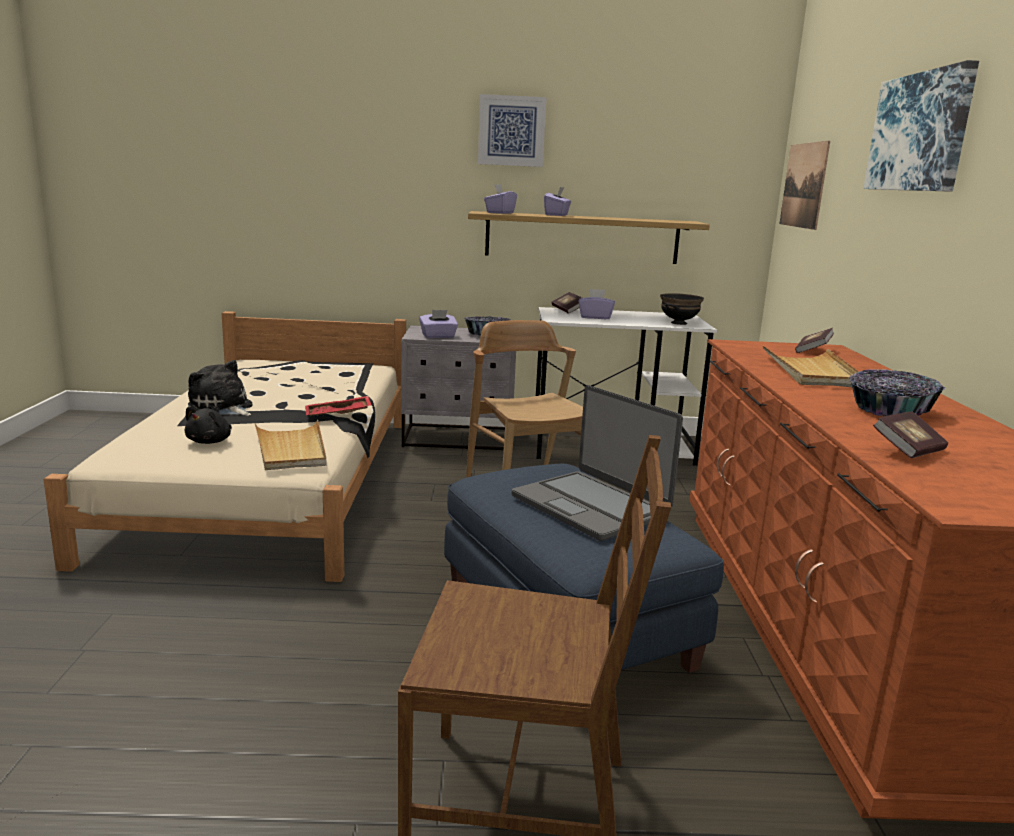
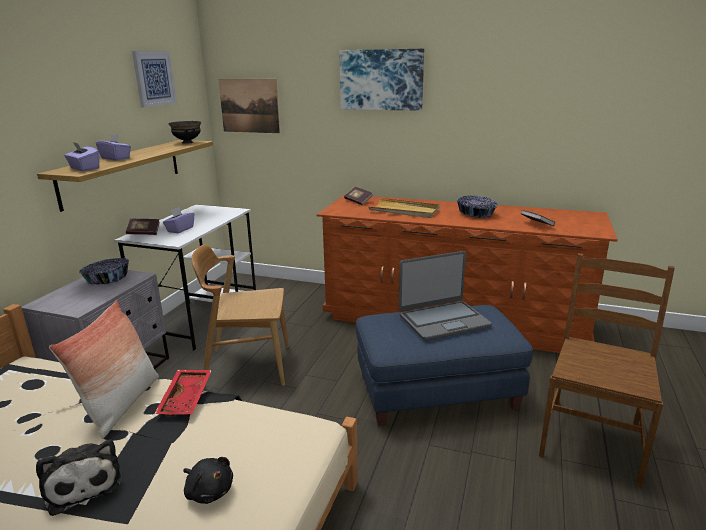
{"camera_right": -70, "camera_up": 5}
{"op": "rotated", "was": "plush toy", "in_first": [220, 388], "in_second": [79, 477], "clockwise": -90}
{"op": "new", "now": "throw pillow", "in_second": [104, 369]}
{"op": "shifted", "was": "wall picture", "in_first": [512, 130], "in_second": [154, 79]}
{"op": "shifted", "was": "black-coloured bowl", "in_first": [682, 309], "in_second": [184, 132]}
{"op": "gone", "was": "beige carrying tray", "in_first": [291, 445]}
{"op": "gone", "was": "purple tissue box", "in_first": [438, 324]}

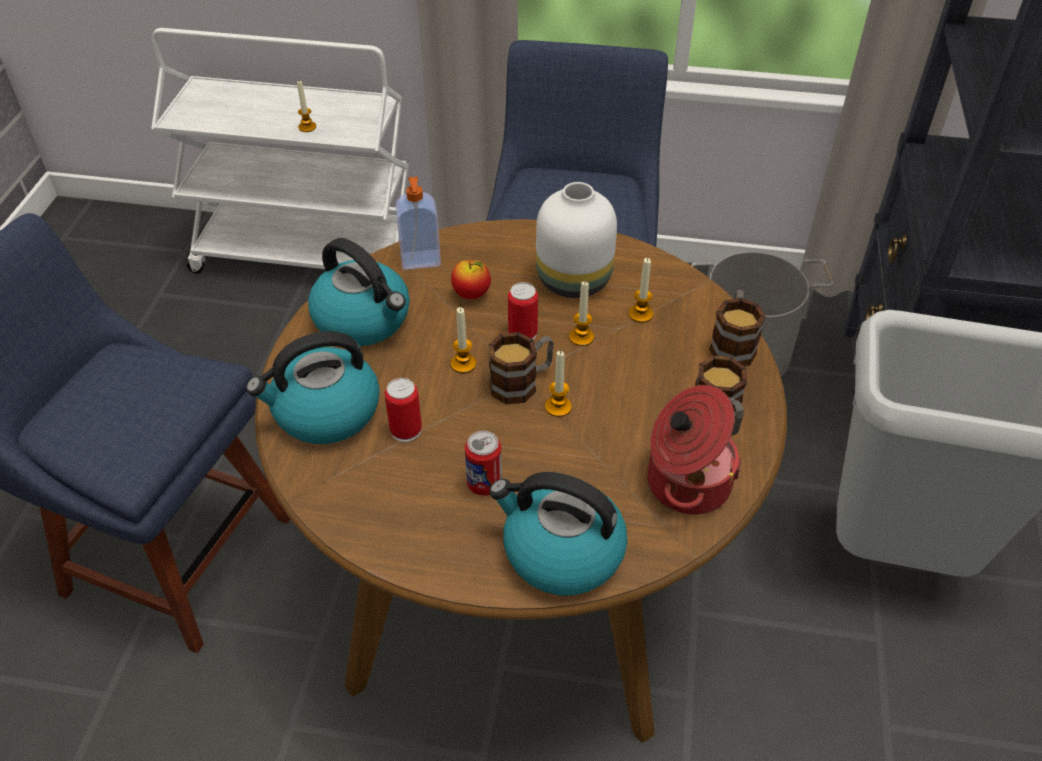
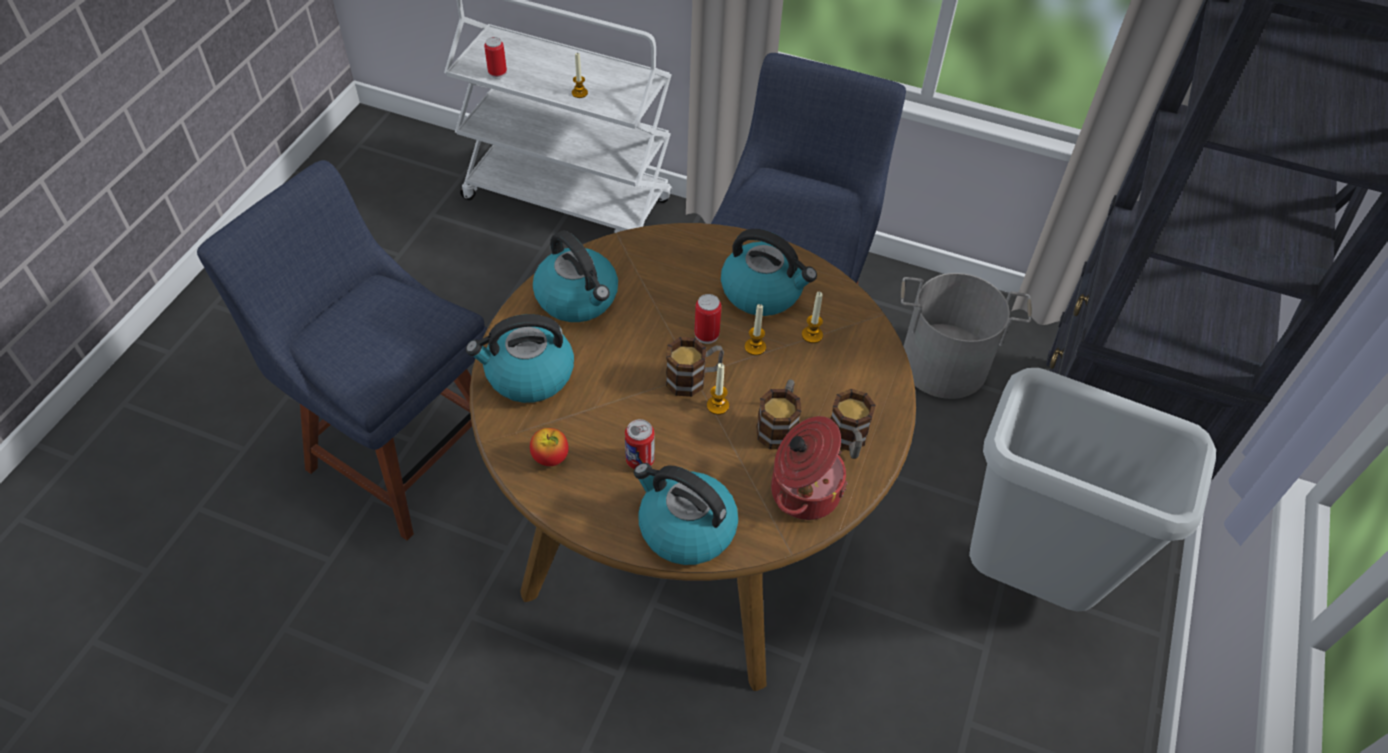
{"camera_right": 10, "camera_up": 5}
{"op": "shifted", "was": "can", "in_first": [403, 410], "in_second": [495, 57]}
{"op": "shifted", "was": "apple", "in_first": [471, 279], "in_second": [549, 447]}
{"op": "swapped", "was": "white-coloured vase", "now": "kettle", "in_first": [576, 240], "in_second": [769, 272]}
{"op": "shifted", "was": "coffee mug", "in_first": [737, 328], "in_second": [778, 414]}
{"op": "gone", "was": "soap bottle", "in_first": [418, 223]}
{"op": "gone", "was": "wax light", "in_first": [463, 340]}

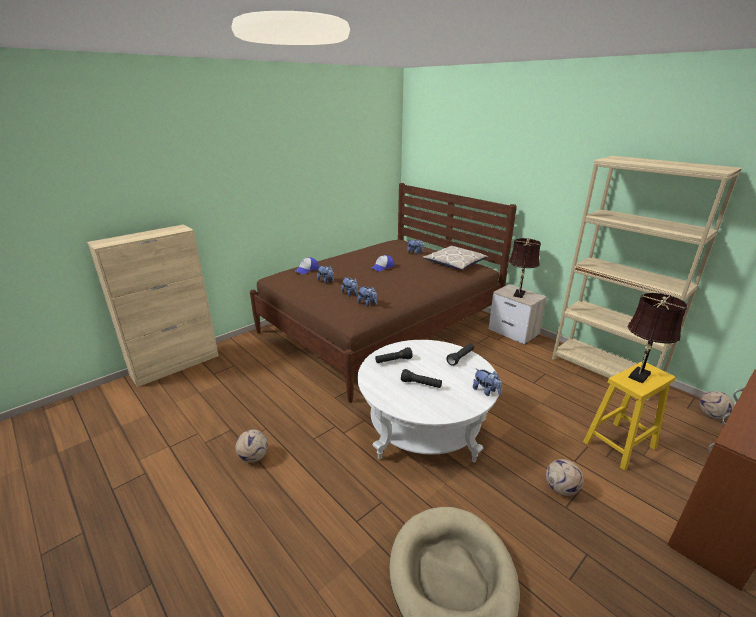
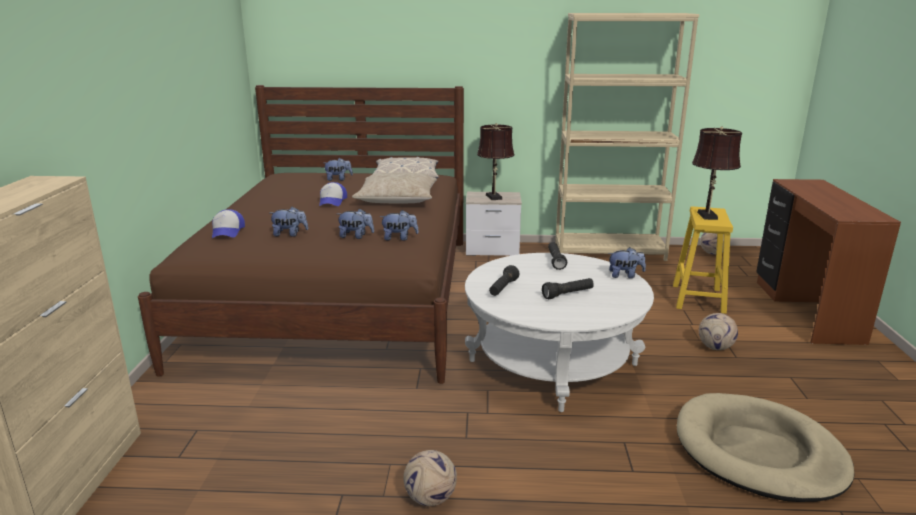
{"camera_right": -45, "camera_up": -5}
{"op": "new", "now": "beige throw pillow", "in_second": [394, 188]}

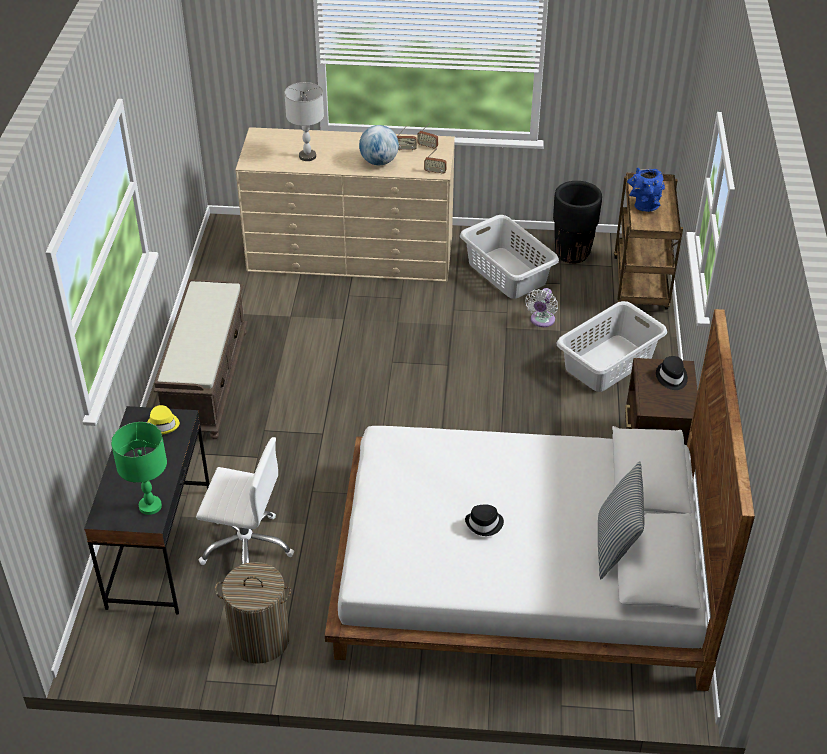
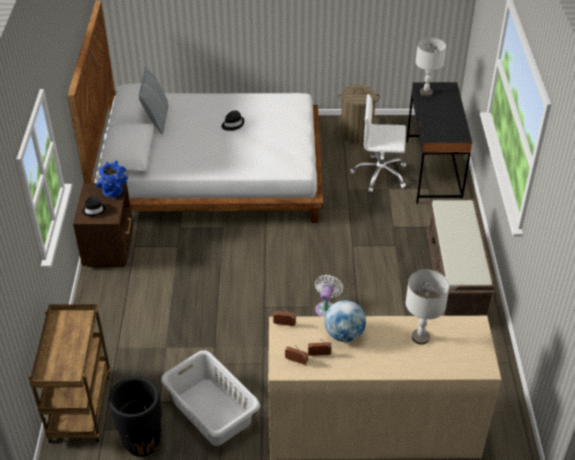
{"camera_right": 175, "camera_up": 0}
{"op": "shifted", "was": "blue vase", "in_first": [646, 190], "in_second": [112, 179]}
{"op": "shifted", "was": "white-coloured cooling fan", "in_first": [541, 307], "in_second": [329, 295]}
{"op": "repainted", "was": "greenish lamp for a table", "now": "greyish lamp for a table", "in_first": [139, 468], "in_second": [431, 67]}
{"op": "gone", "was": "yellow hat", "in_first": [163, 419]}
{"op": "gone", "was": "greyish hamper", "in_first": [611, 346]}

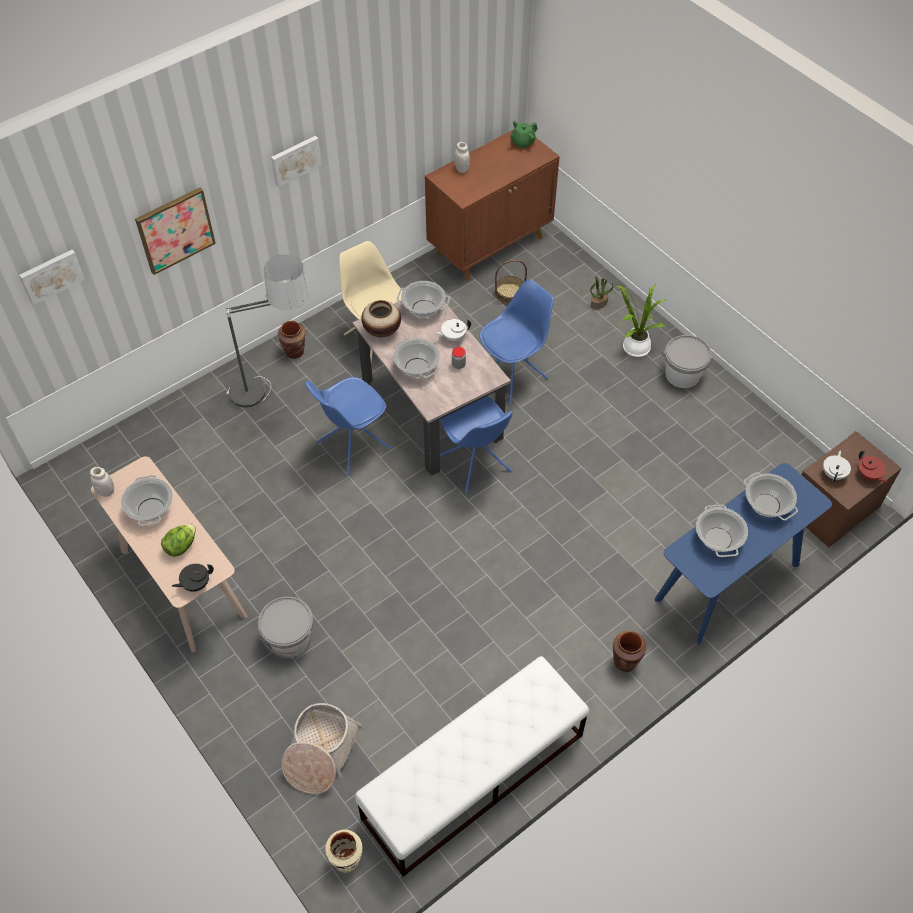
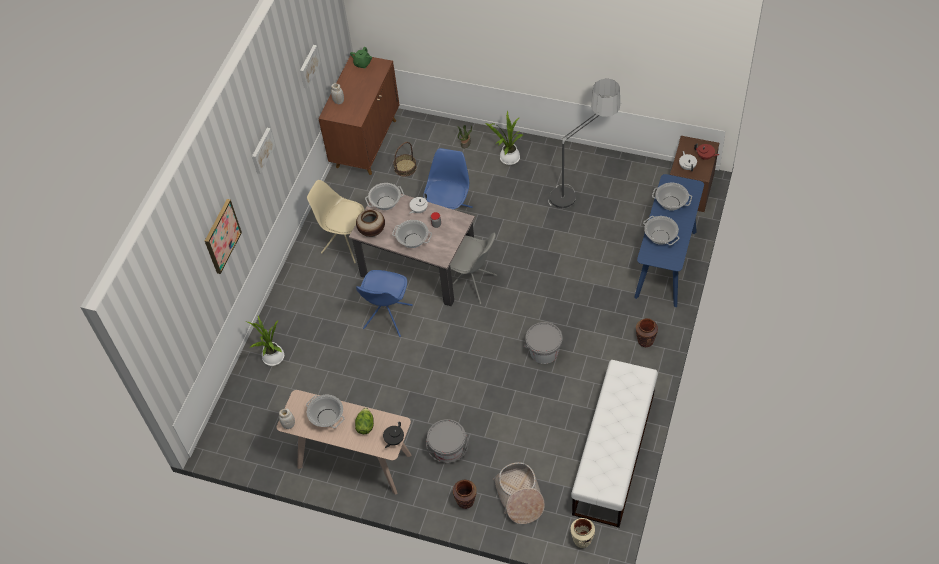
{"camera_right": -30, "camera_up": 0}
{"op": "new", "now": "plant in a pot", "in_second": [266, 341]}
{"op": "shifted", "was": "wall picture", "in_first": [52, 277], "in_second": [310, 66]}
{"op": "repainted", "was": "blue chair", "now": "greyish chair", "in_first": [476, 445], "in_second": [473, 269]}
{"op": "shifted", "was": "brown vase", "in_first": [291, 340], "in_second": [465, 494]}
{"op": "shifted", "was": "greyish bucket", "in_first": [686, 361], "in_second": [543, 343]}
{"op": "shifted", "was": "standard lamp", "in_first": [266, 331], "in_second": [584, 143]}

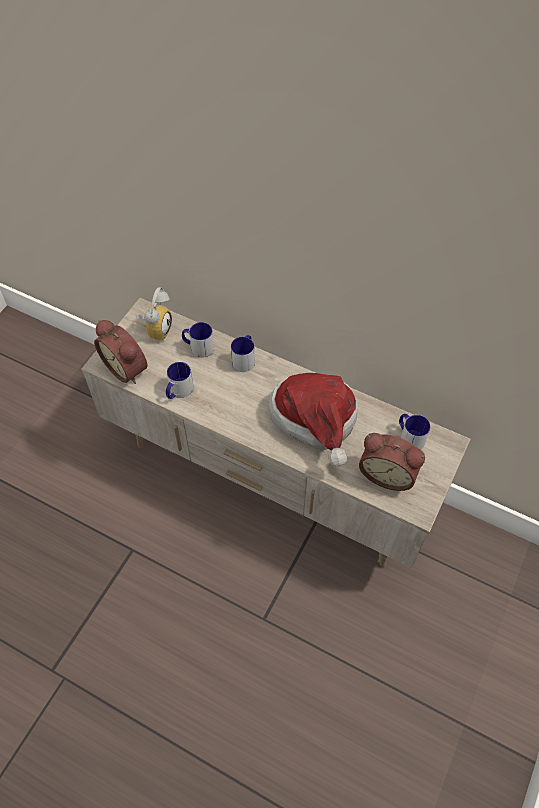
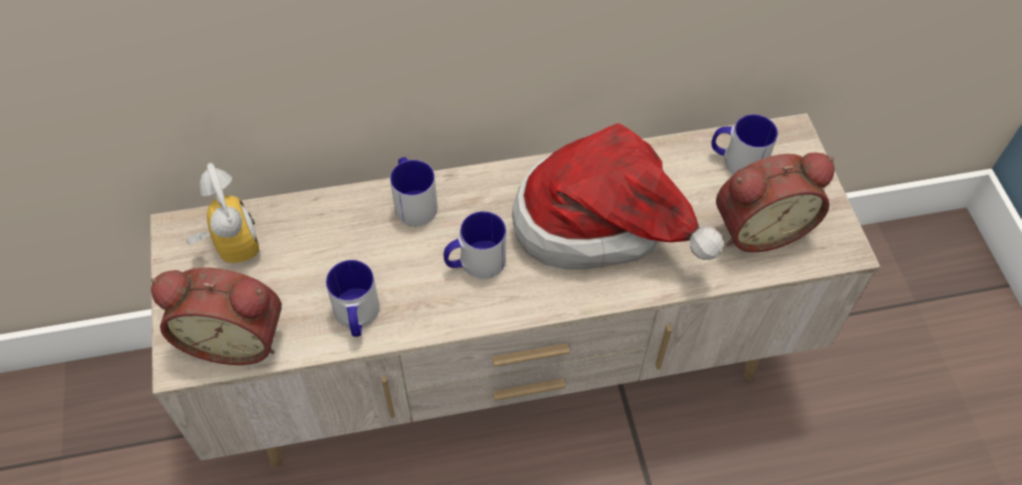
{"camera_right": -40, "camera_up": 0}
{"op": "shifted", "was": "coffee mug", "in_first": [198, 339], "in_second": [475, 245]}

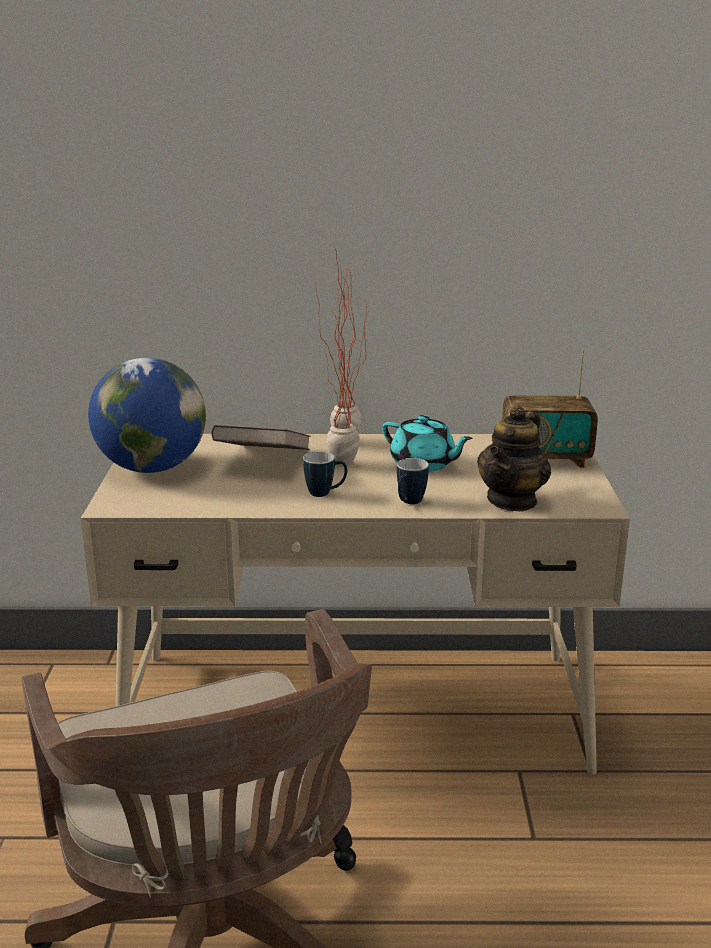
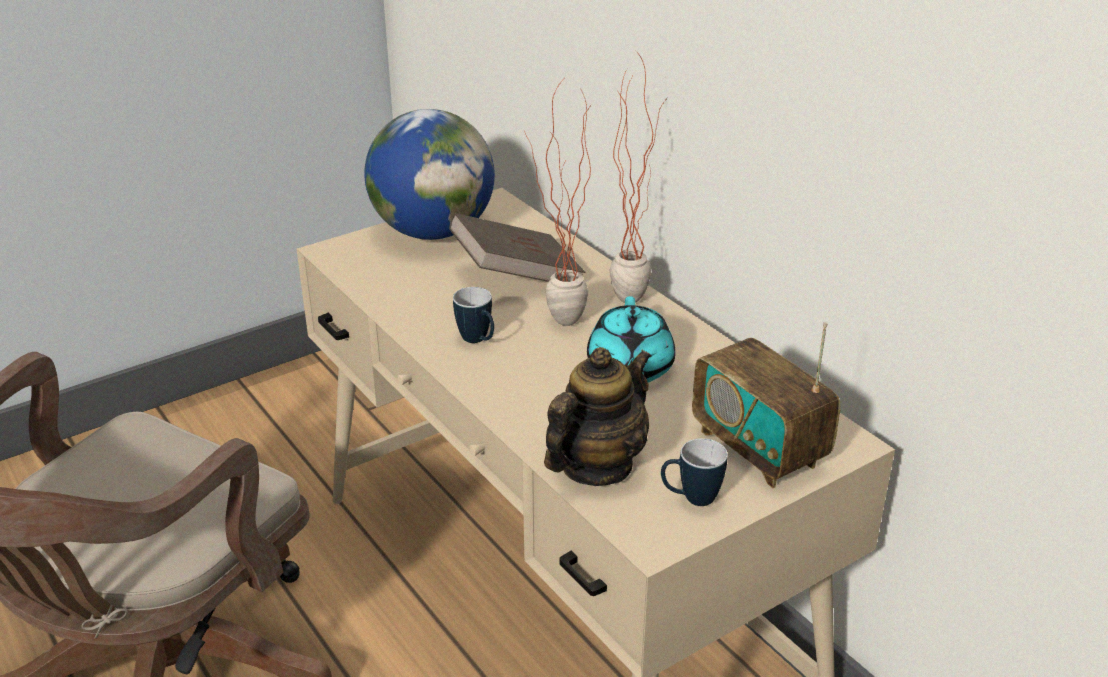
{"camera_right": 55, "camera_up": 10}
{"op": "rotated", "was": "pot for tea", "in_first": [514, 458], "in_second": [598, 416], "clockwise": 135}
{"op": "shifted", "was": "coffee mug", "in_first": [413, 481], "in_second": [694, 472]}

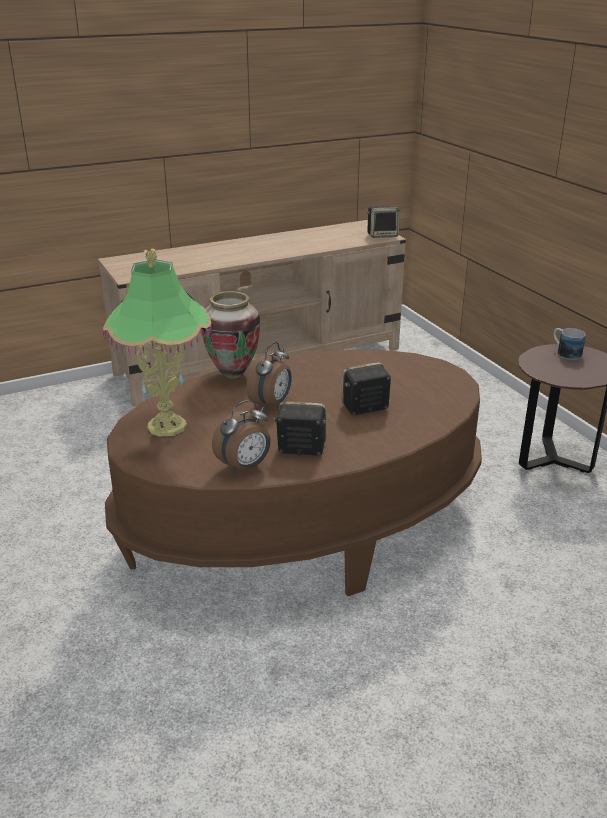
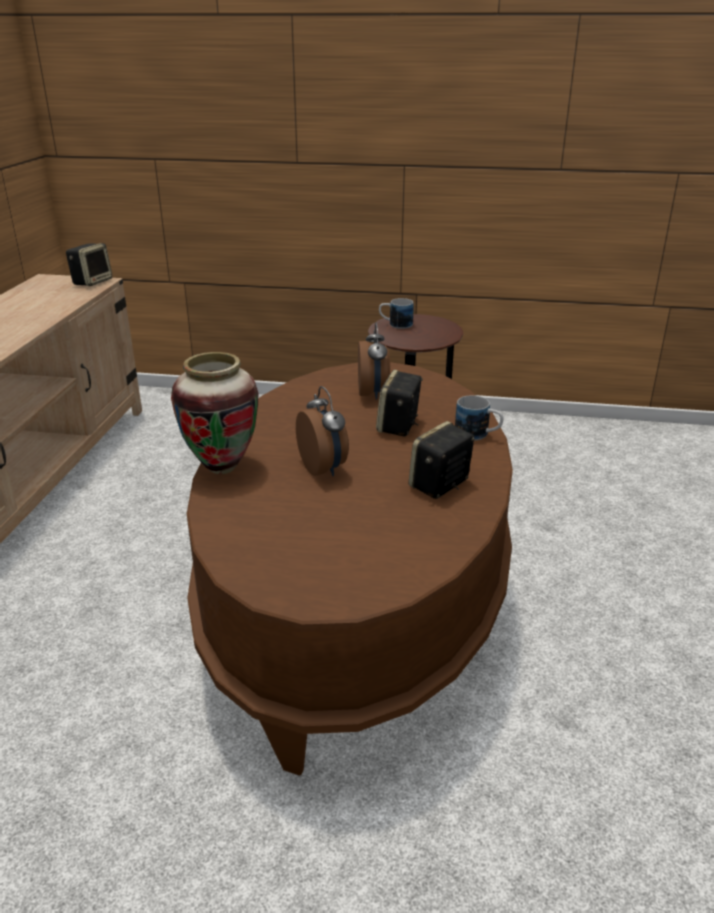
{"camera_right": -55, "camera_up": 0}
{"op": "shifted", "was": "alarm clock", "in_first": [241, 436], "in_second": [374, 361]}
{"op": "new", "now": "coffee mug", "in_second": [479, 418]}
{"op": "gone", "was": "lamp for a table", "in_first": [157, 342]}

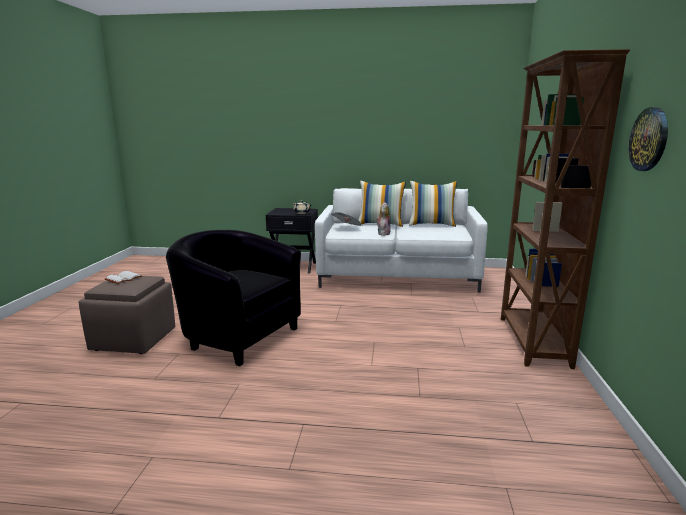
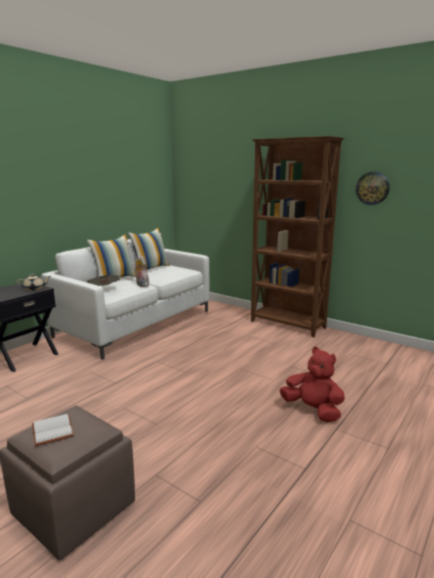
{"camera_right": -60, "camera_up": 0}
{"op": "new", "now": "reddish plush toy", "in_second": [312, 384]}
{"op": "gone", "was": "black-coloured armchair", "in_first": [233, 298]}

